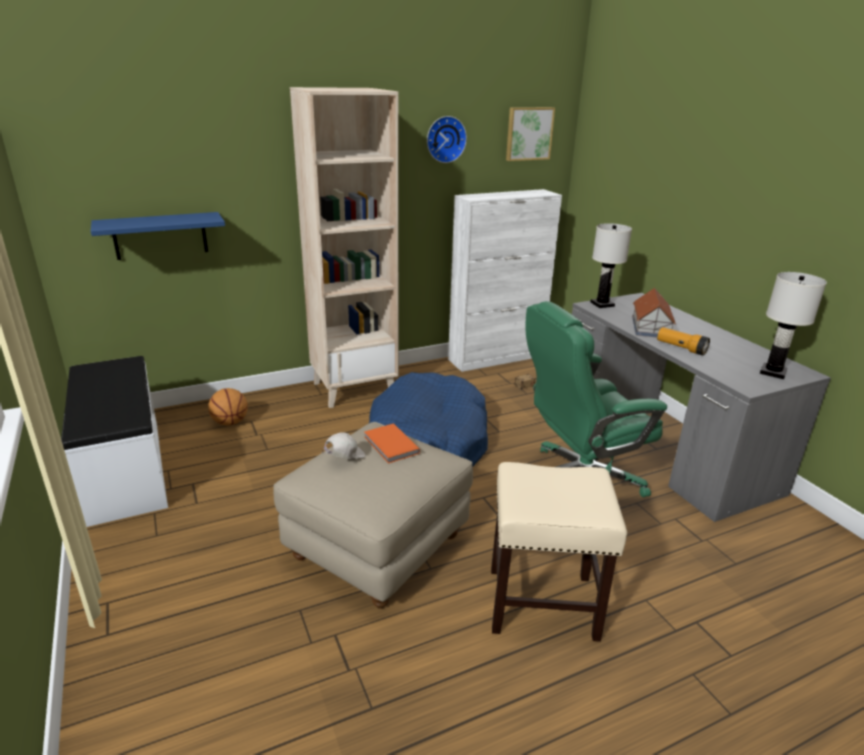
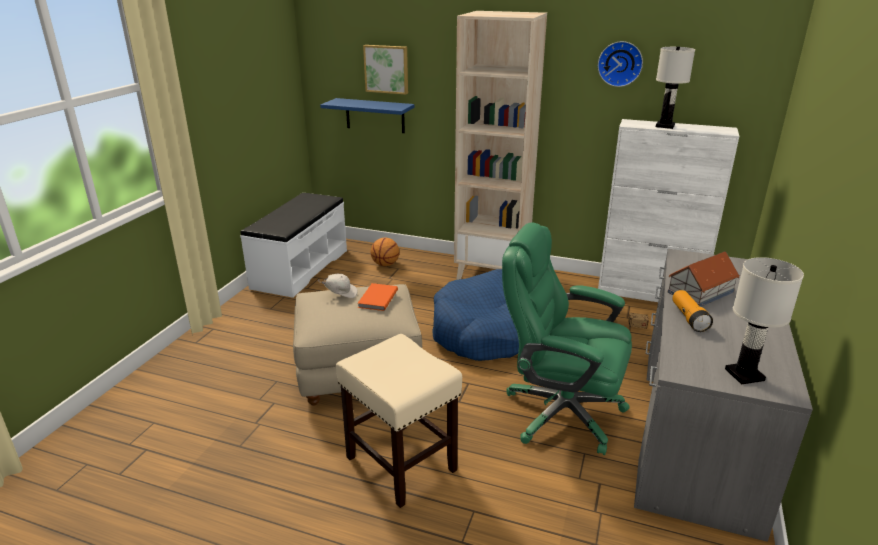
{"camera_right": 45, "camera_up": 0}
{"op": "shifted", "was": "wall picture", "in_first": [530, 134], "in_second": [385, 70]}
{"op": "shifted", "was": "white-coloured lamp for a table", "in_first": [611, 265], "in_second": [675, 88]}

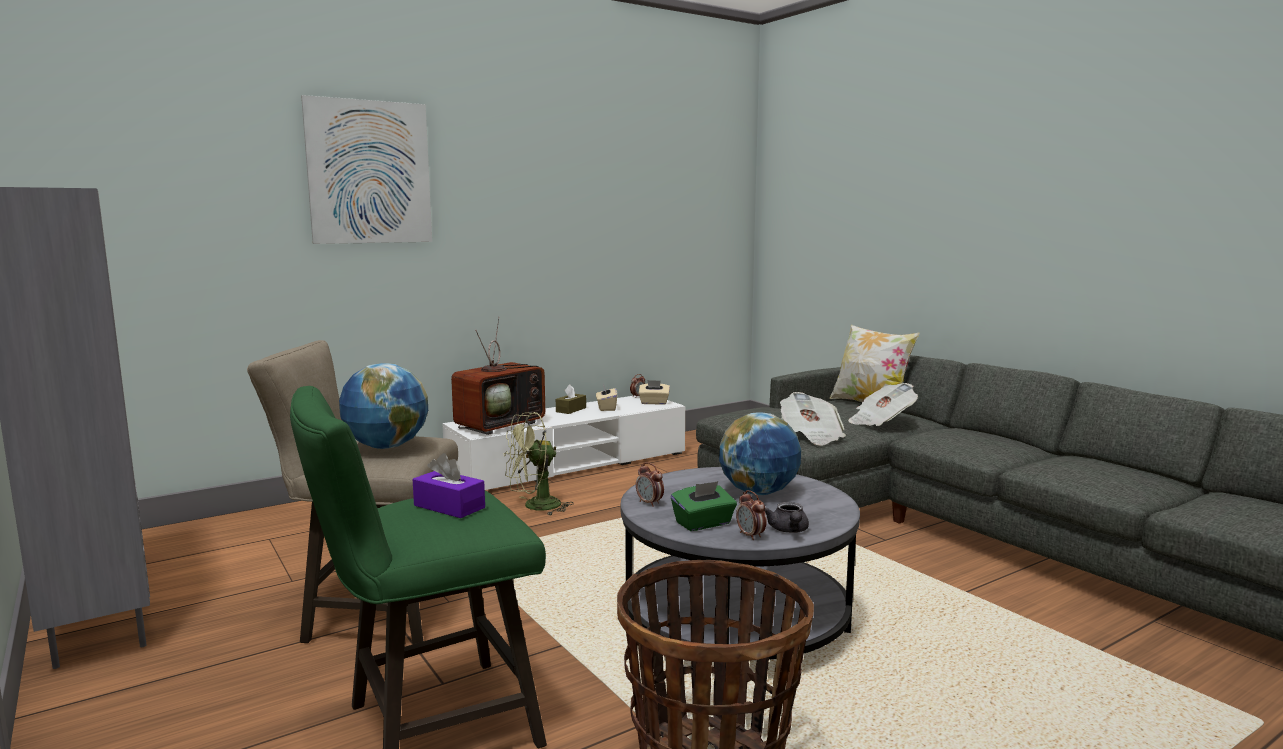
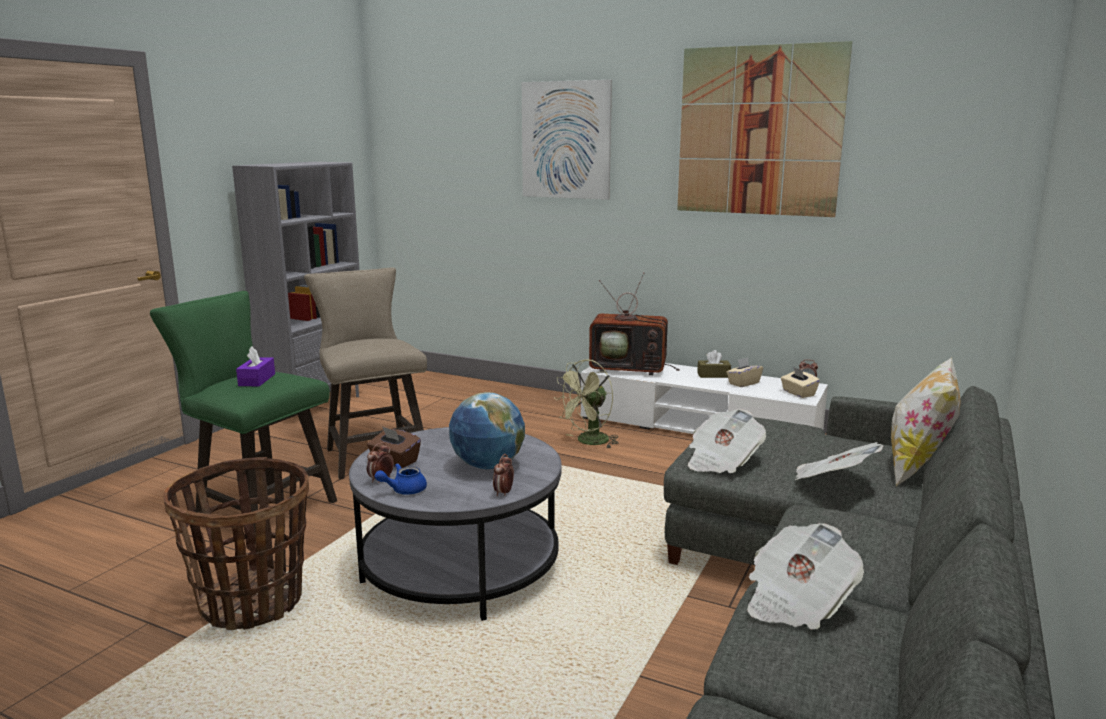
{"camera_right": 60, "camera_up": 5}
{"op": "repainted", "was": "greenish tissue box", "now": "brown tissue box", "in_first": [704, 506], "in_second": [394, 447]}
{"op": "repainted", "was": "greyish pot for tea", "now": "blue pot for tea", "in_first": [786, 517], "in_second": [401, 479]}
{"op": "shifted", "was": "alarm clock", "in_first": [650, 484], "in_second": [503, 475]}
{"op": "rotated", "was": "greenish cooling fan", "in_first": [539, 464], "in_second": [586, 403], "clockwise": -75}
{"op": "new", "now": "wall picture", "in_second": [764, 129]}
{"op": "new", "now": "printed paper", "in_second": [805, 576]}
{"op": "gone", "was": "world globe", "in_first": [383, 406]}

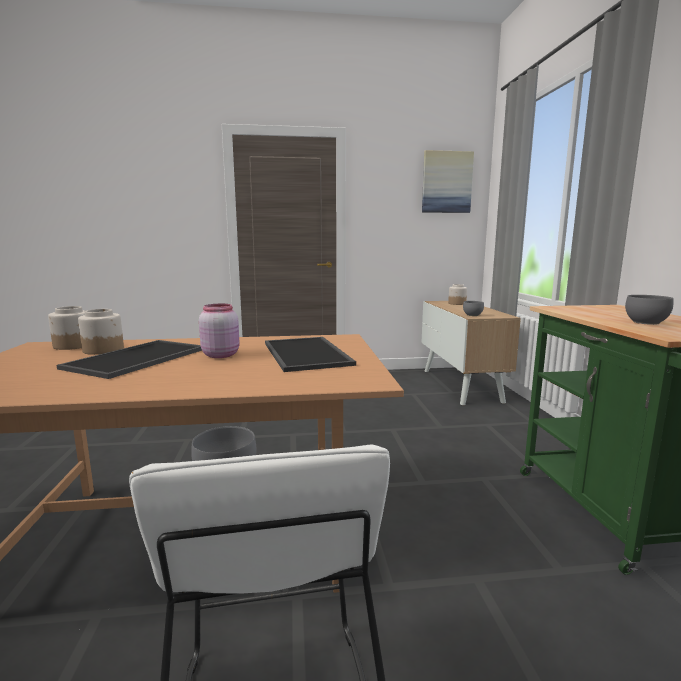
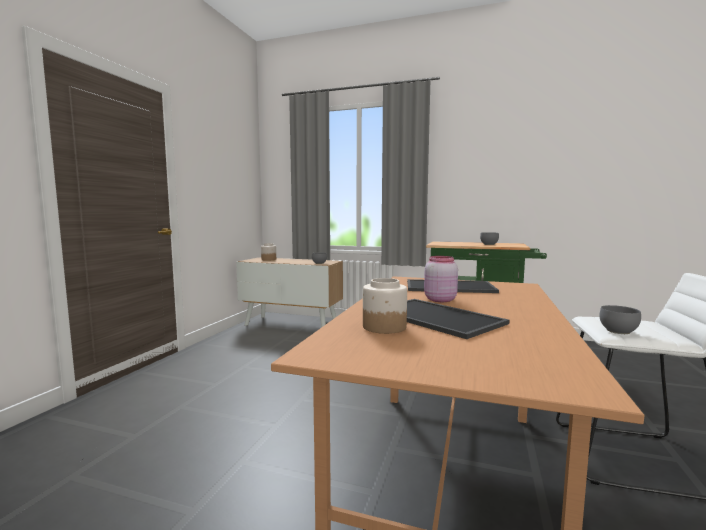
{"camera_right": -65, "camera_up": -5}
{"op": "gone", "was": "storage jar", "in_first": [67, 328]}
{"op": "gone", "was": "wall picture", "in_first": [448, 181]}

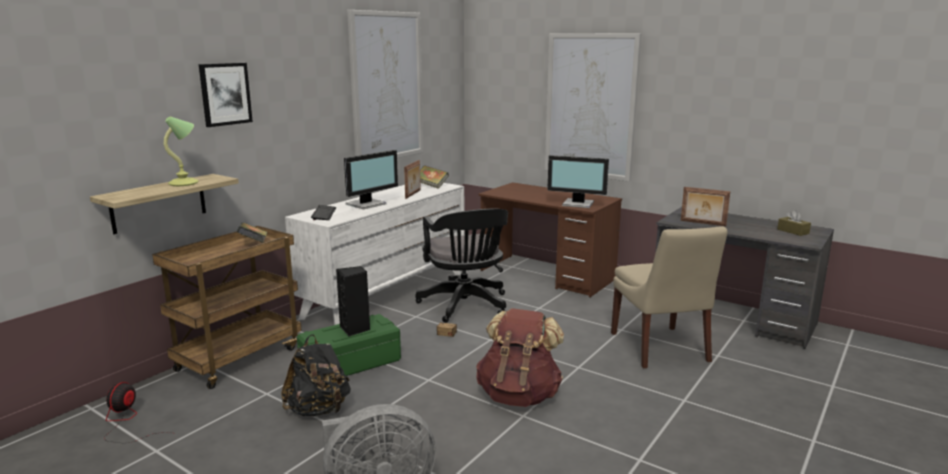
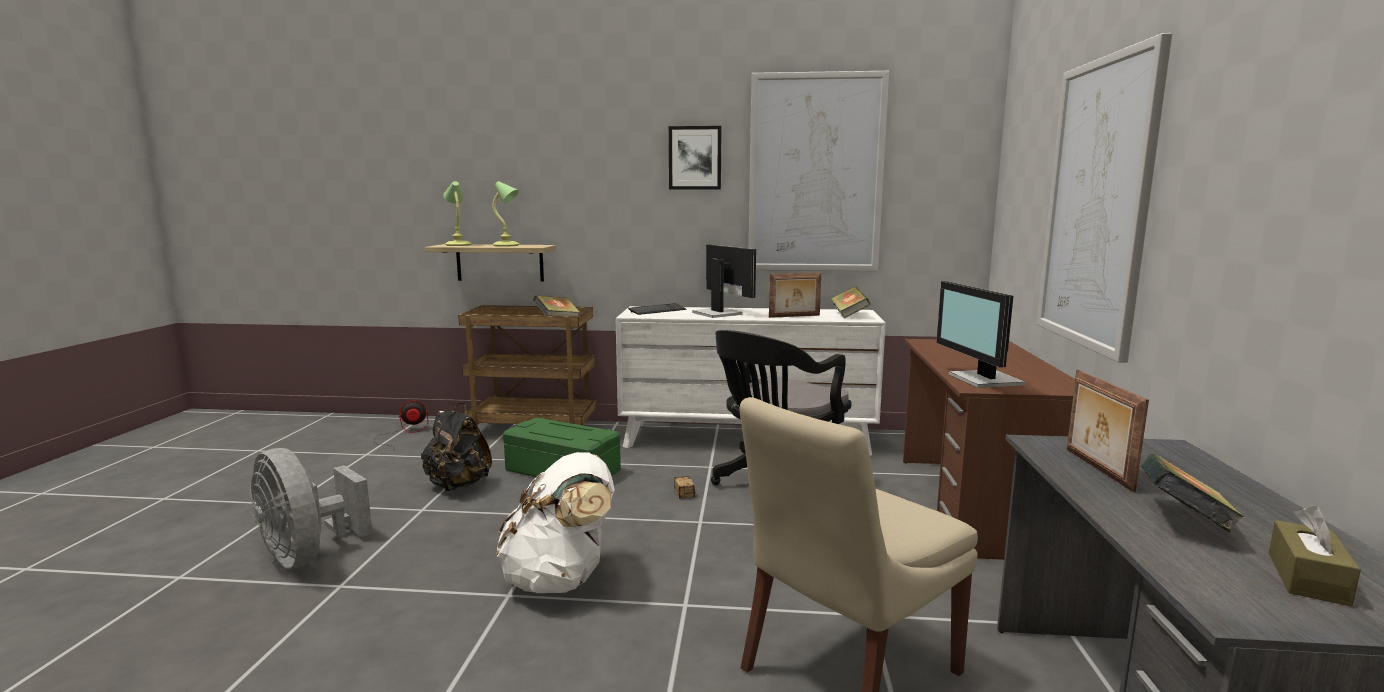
{"camera_right": 60, "camera_up": -5}
{"op": "new", "now": "lamp for a table", "in_second": [457, 213]}
{"op": "repainted", "was": "brown backpack", "now": "white-coloured backpack", "in_first": [520, 357], "in_second": [555, 522]}
{"op": "shifted", "was": "wall picture", "in_first": [226, 95], "in_second": [695, 158]}
{"op": "rotated", "was": "monitor", "in_first": [371, 179], "in_second": [724, 281], "clockwise": -135}
{"op": "new", "now": "book", "in_second": [1193, 493]}
{"op": "gone", "was": "black-coloured loudspeaker", "in_first": [353, 301]}

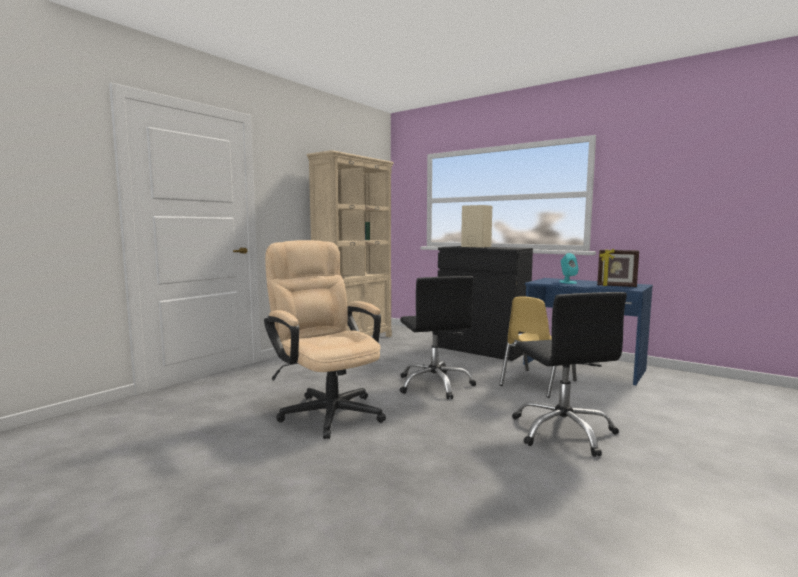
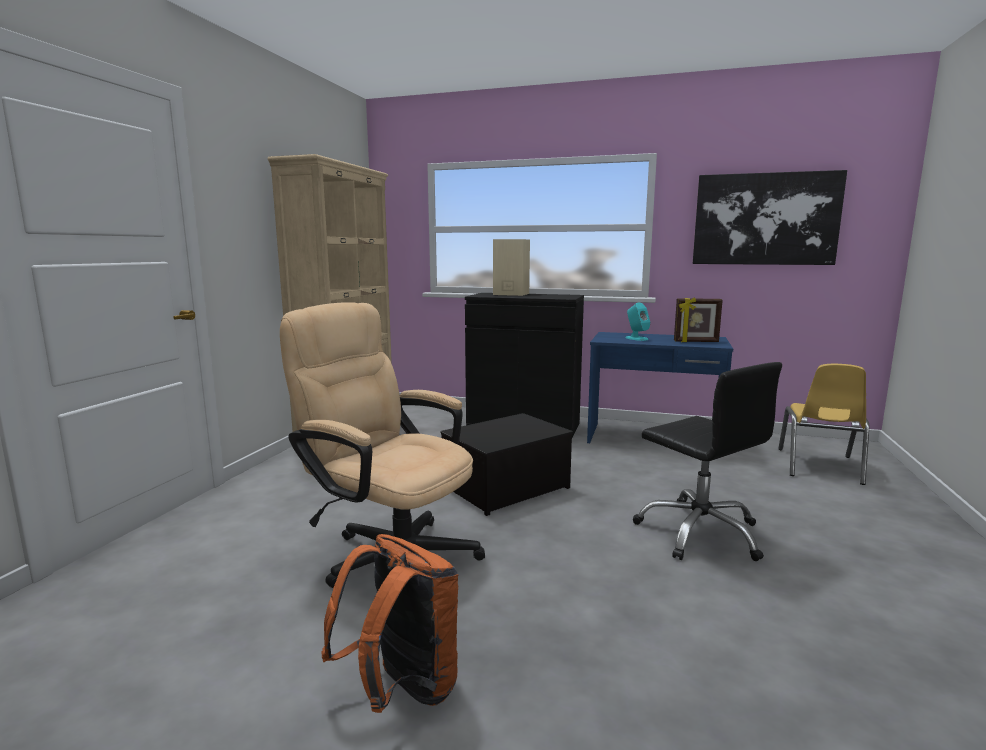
{"camera_right": -20, "camera_up": 5}
{"op": "new", "now": "orange-coloured backpack", "in_second": [390, 623]}
{"op": "swapped", "was": "black-coloured desk chair", "now": "storage bin", "in_first": [438, 337], "in_second": [506, 464]}
{"op": "new", "now": "wall picture", "in_second": [770, 217]}
{"op": "shifted", "was": "yellow chair", "in_first": [538, 347], "in_second": [823, 424]}

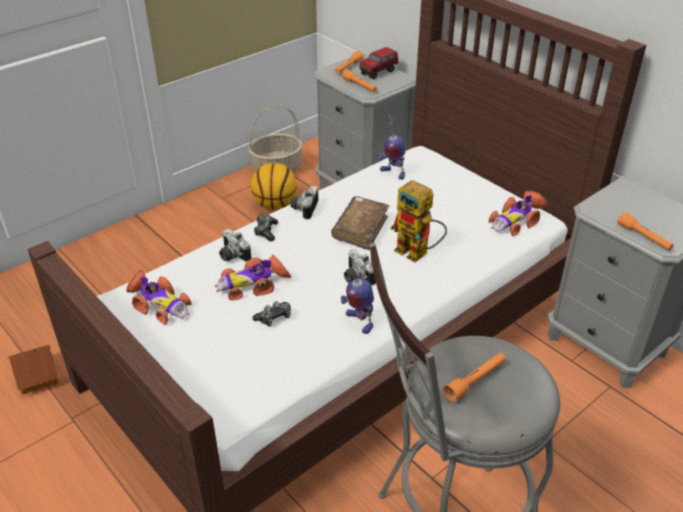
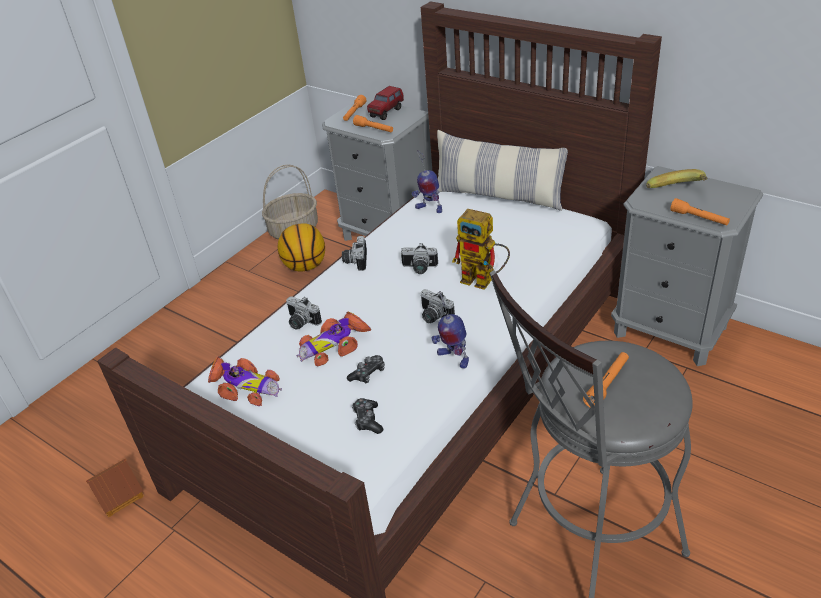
{"camera_right": -10, "camera_up": 0}
{"op": "shifted", "was": "game controller", "in_first": [266, 227], "in_second": [367, 416]}
{"op": "swapped", "was": "brown book", "now": "still camera", "in_first": [360, 223], "in_second": [419, 258]}
{"op": "new", "now": "throw pillow", "in_second": [502, 170]}
{"op": "new", "now": "whole banana", "in_second": [676, 178]}
{"op": "gone", "was": "toy car", "in_first": [518, 214]}

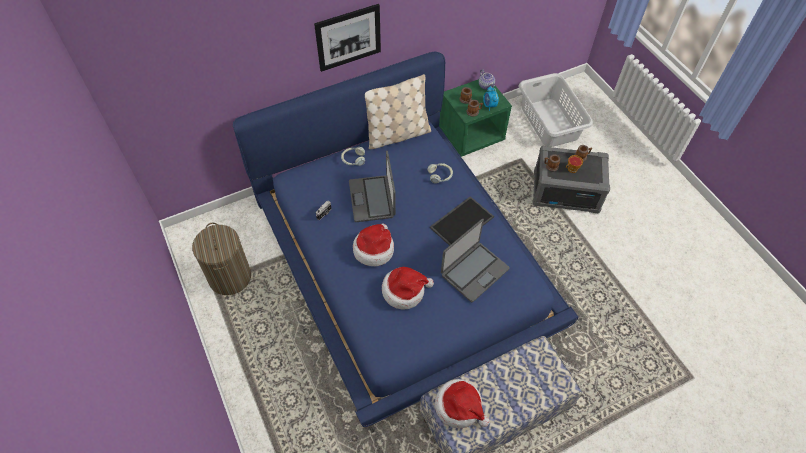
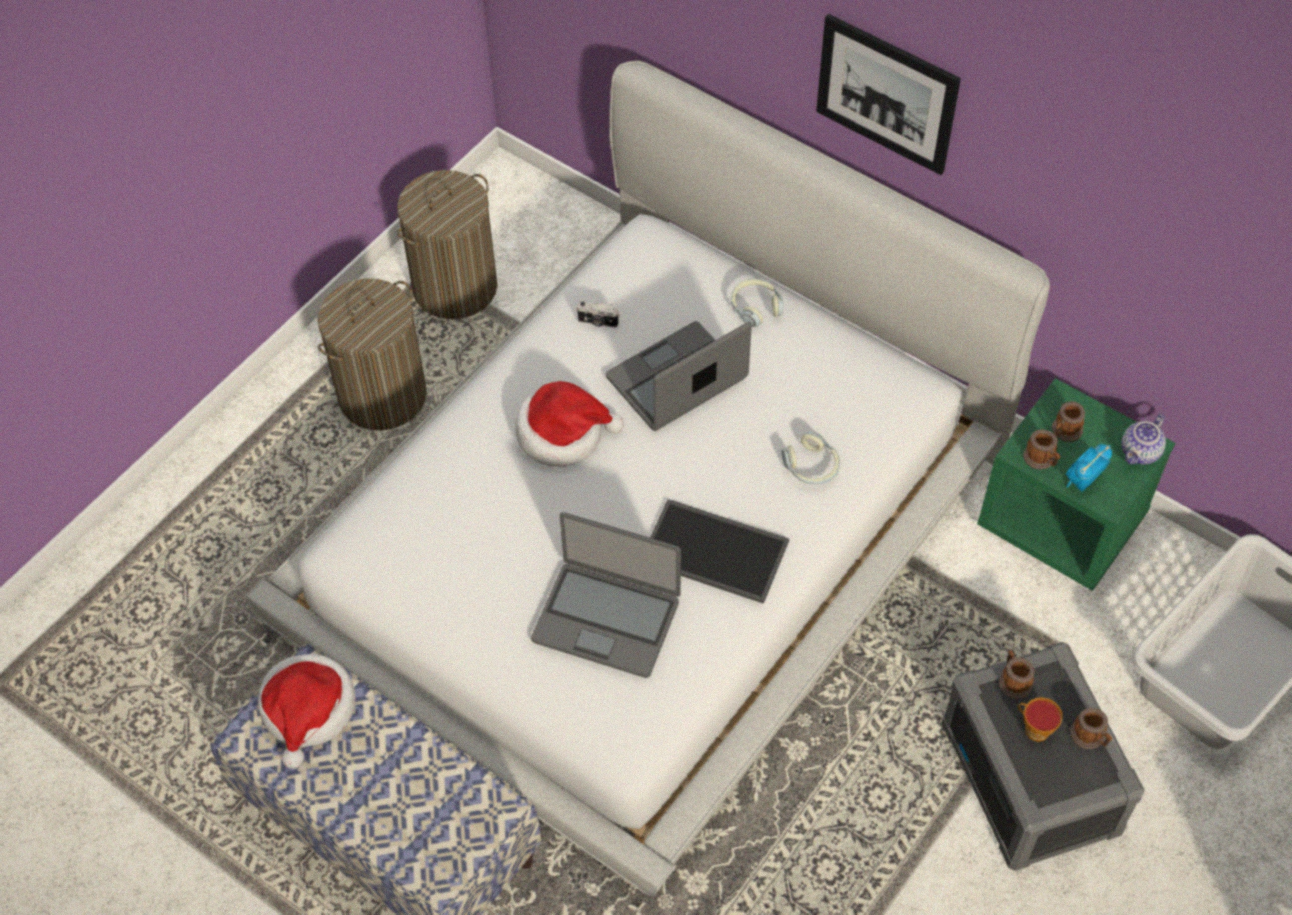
{"camera_right": 65, "camera_up": 0}
{"op": "repainted", "was": "blue bedroom bed", "now": "white-coloured bedroom bed", "in_first": [405, 239], "in_second": [647, 478]}
{"op": "new", "now": "hamper", "in_second": [372, 354]}
{"op": "gone", "was": "beige throw pillow", "in_first": [398, 111]}
{"op": "gone", "was": "hat", "in_first": [408, 288]}

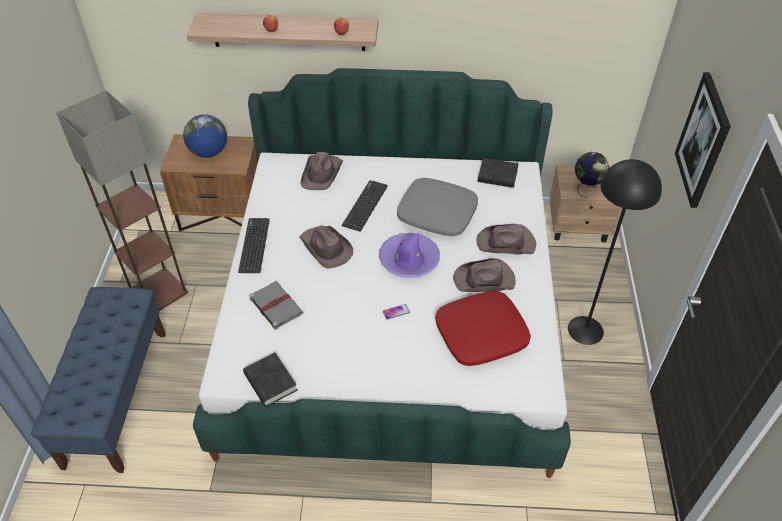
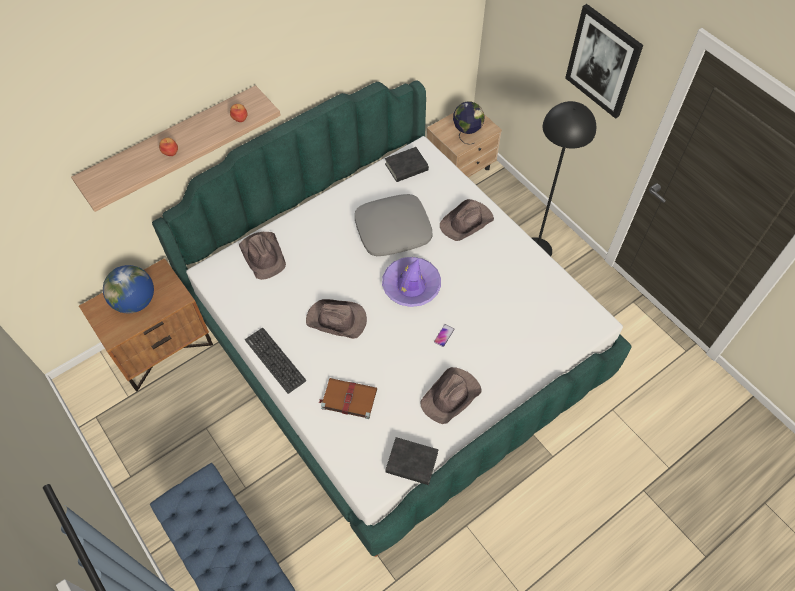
{"camera_right": -40, "camera_up": 10}
{"op": "repainted", "was": "greyish book", "now": "brown book", "in_first": [276, 305], "in_second": [347, 398]}
{"op": "shifted", "was": "brown hat", "in_first": [484, 275], "in_second": [450, 395]}
{"op": "gone", "was": "standard lamp", "in_first": [122, 200]}
{"op": "gone", "was": "keyboard", "in_first": [365, 206]}
{"op": "gone", "was": "reddish throw pillow", "in_first": [483, 328]}

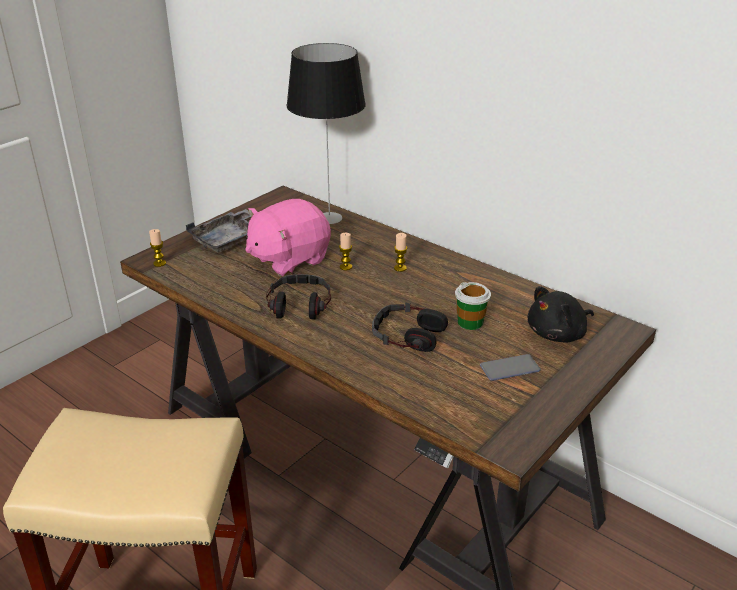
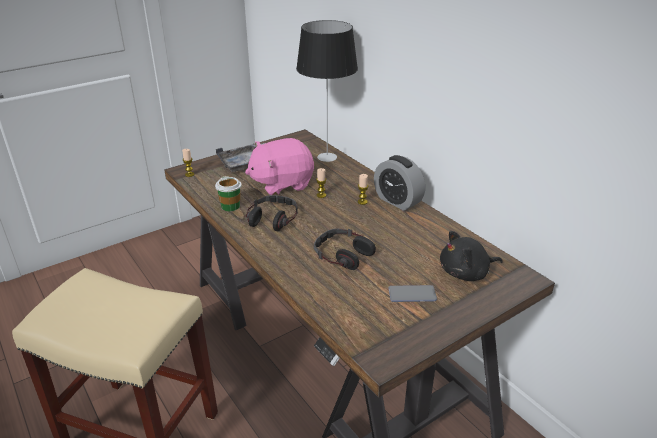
{"camera_right": 15, "camera_up": 0}
{"op": "shifted", "was": "cup", "in_first": [473, 306], "in_second": [228, 193]}
{"op": "new", "now": "alarm clock", "in_second": [399, 183]}

